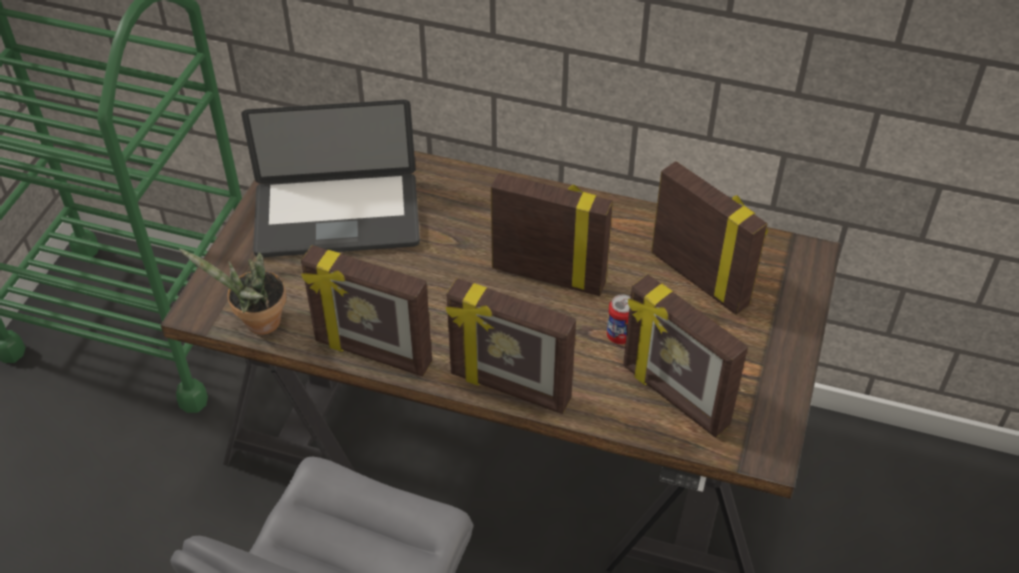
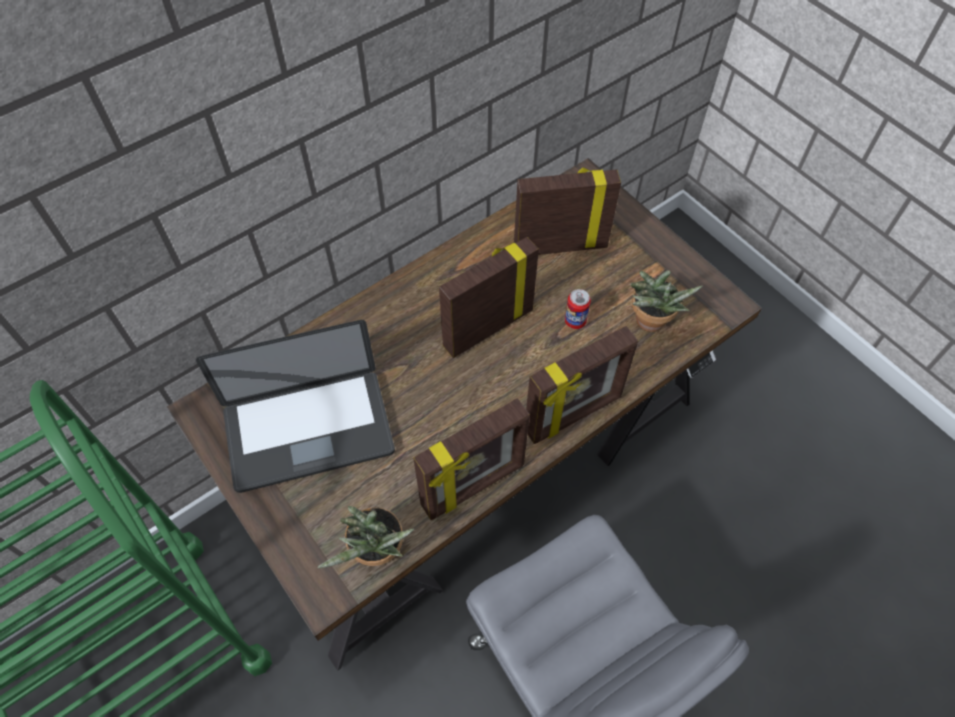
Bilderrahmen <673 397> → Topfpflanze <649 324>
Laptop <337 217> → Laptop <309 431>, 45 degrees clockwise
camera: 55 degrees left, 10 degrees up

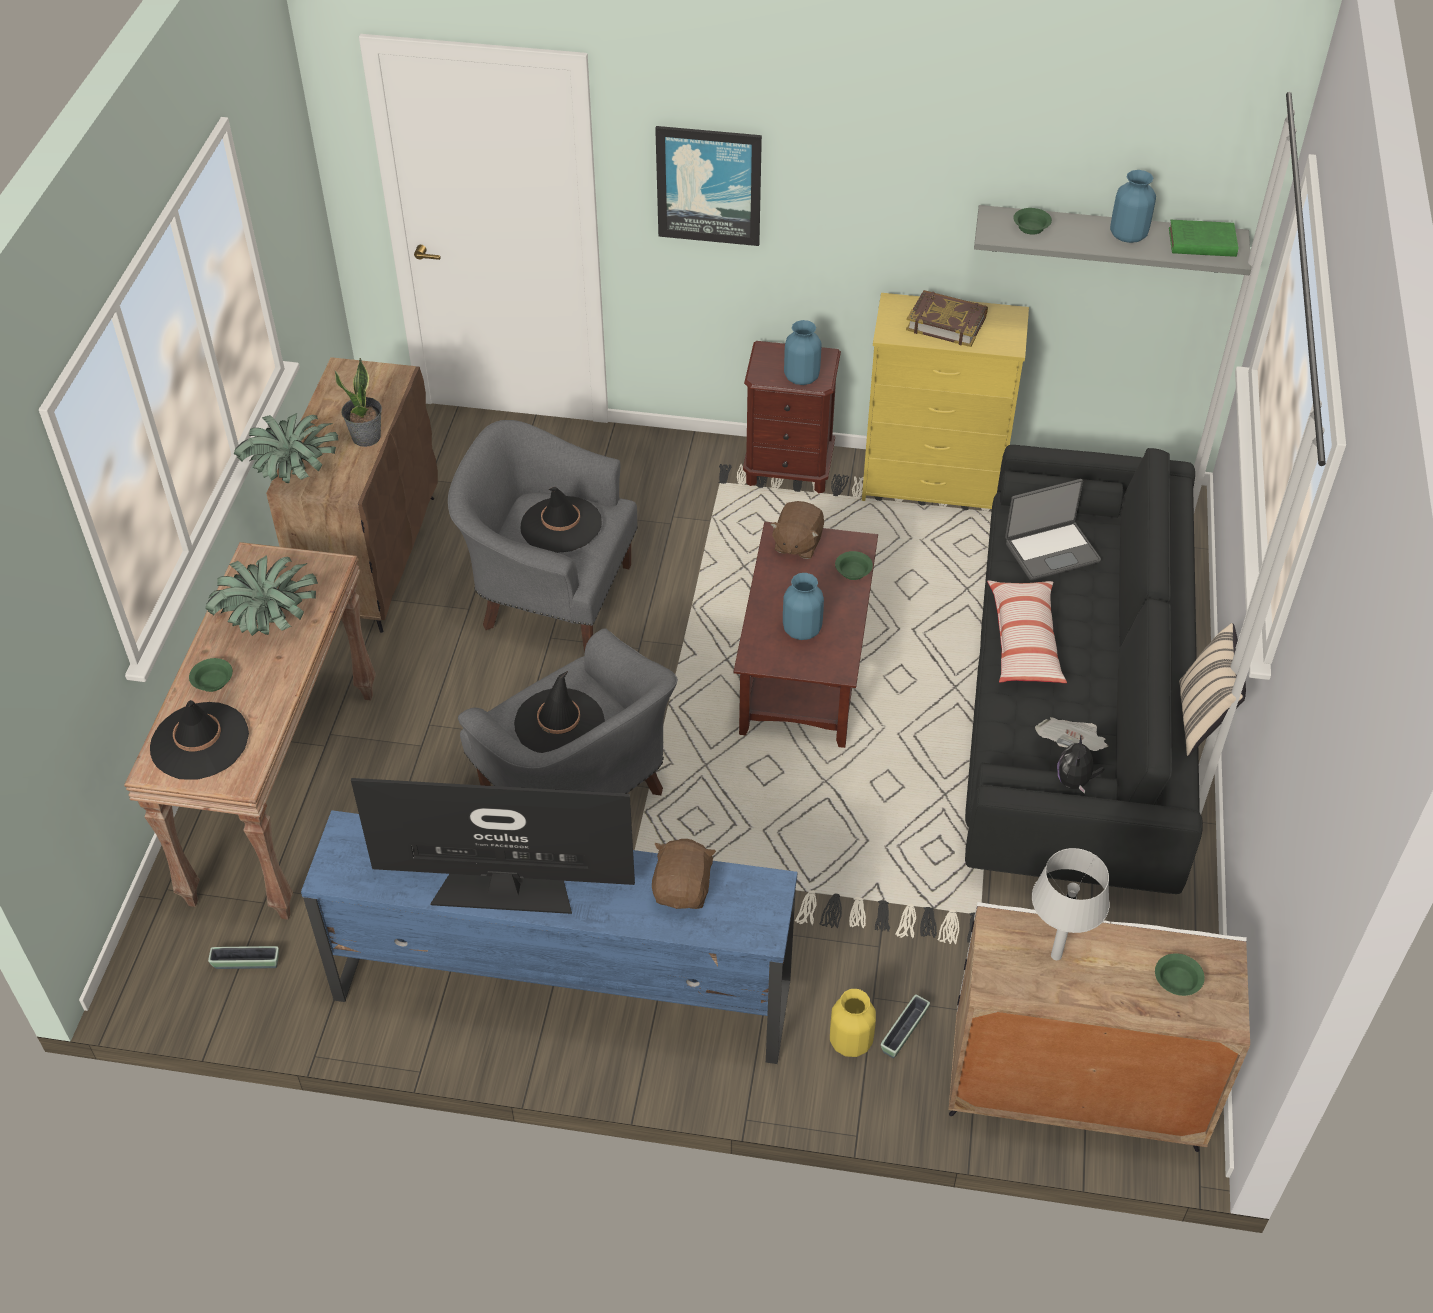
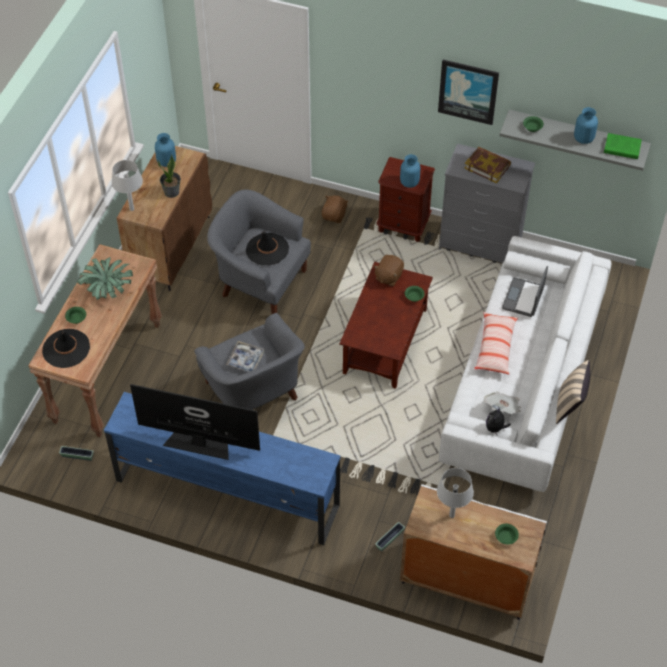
Vase [gelb] <850 1041> → -
Plüschtier [braun] <683 889> → Plüschtier [braun] <334 215>, relocated
Bild <709 185> → Bild <468 91>, relocated
Vase [blau] <802 629> → Vase [blau] <166 161>, relocated
Topfpflanze <293 474> → Tischlampe [grau] <131 209>
Hut [schwarz] <560 724> → Tablett <245 359>
Kommode [gelb] <933 485> → Kommode [grau] <480 245>
Sofa [schwarz] <1073 705> → Sofa [weiß] <522 382>
Laptop <1051 550> → Laptop <524 298>, 120 degrees clockwise
camera: 10 degrees right, 5 degrees up

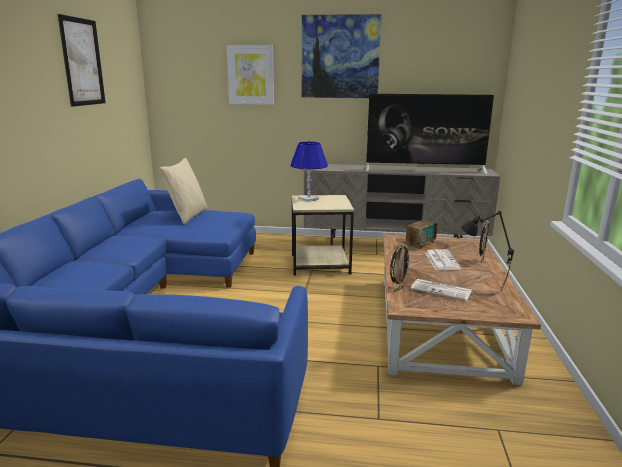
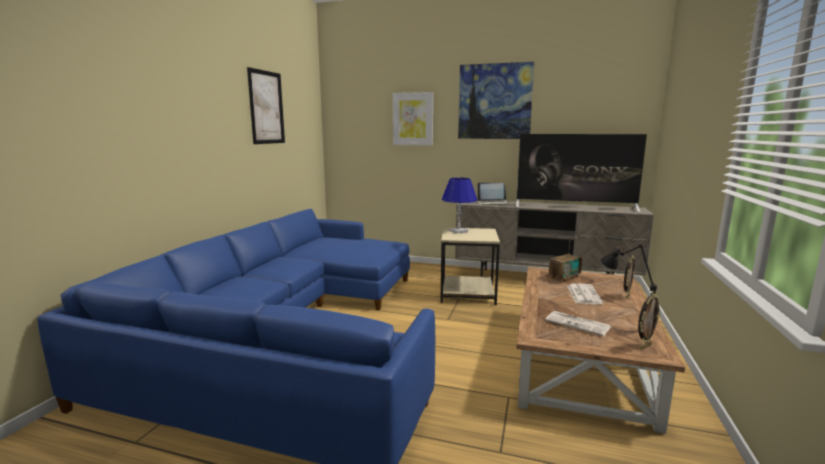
Kissen [beige] <187 215> → -
- → Laptop <492 203>
Bilderrahmen <398 289> → Bilderrahmen <644 346>, relocated
camera: 10 degrees right, 5 degrees down

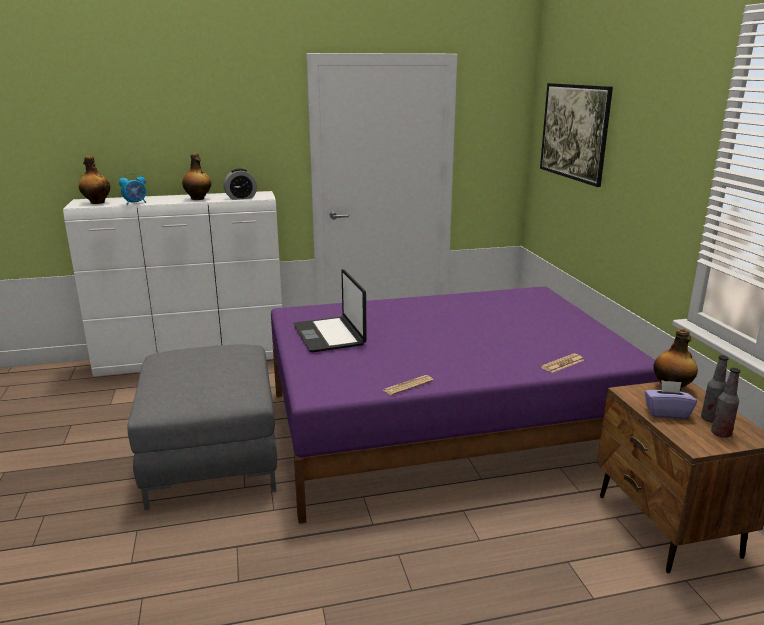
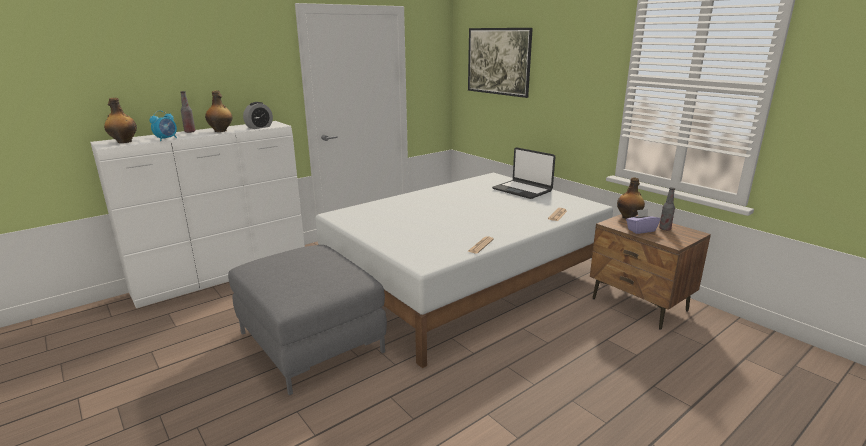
Laptop <330 335> → Laptop <522 190>, relocated
Flasche <721 434> → Flasche <190 132>, relocated
Bett [lila] <444 427> → Bett [weiß] <466 281>
camera: 25 degrees left, 0 degrees up

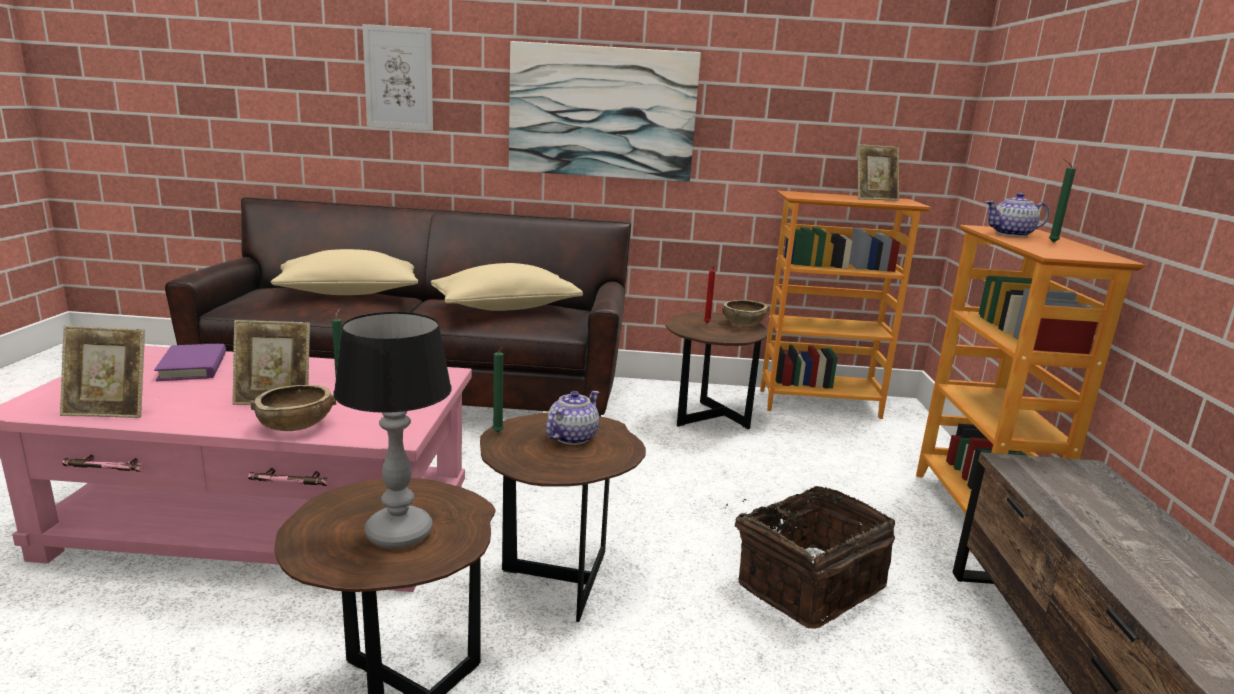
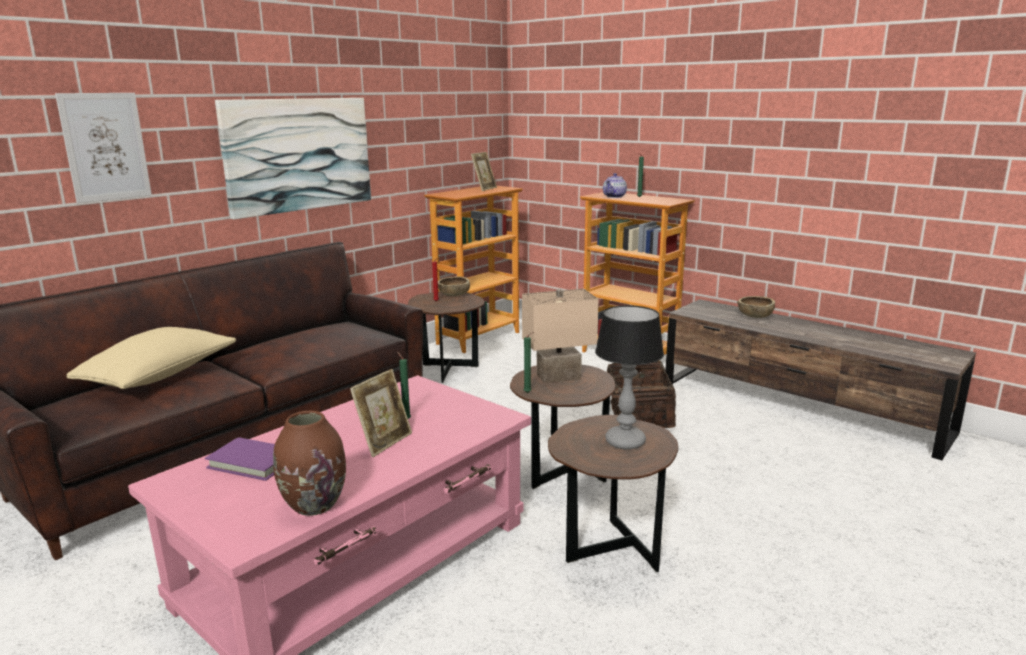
Kissen [beige] <506 308> → -
Schüssel [braun] <296 426> → Schüssel [braun] <755 316>, relocated
Bilderrahmen <109 411> → Vase [braun] <314 505>
Teekanne <571 437> → Tischlampe [beige] <558 377>
camera: 50 degrees left, 0 degrees up

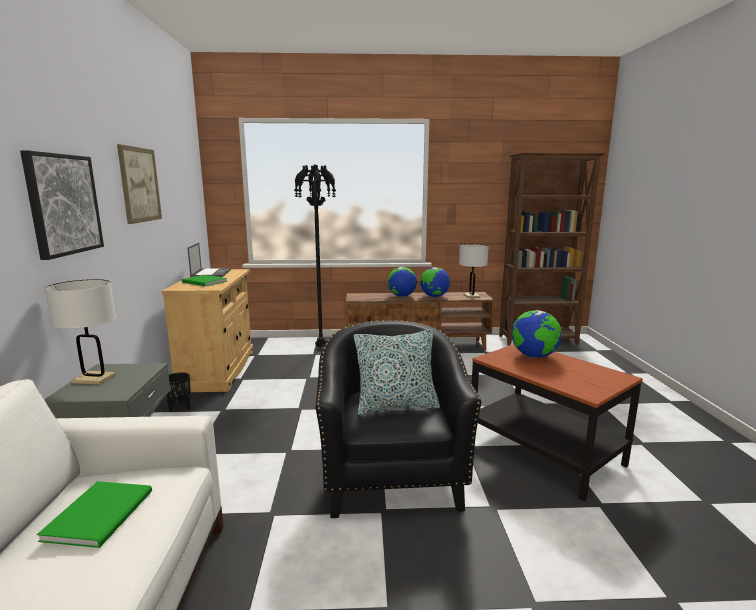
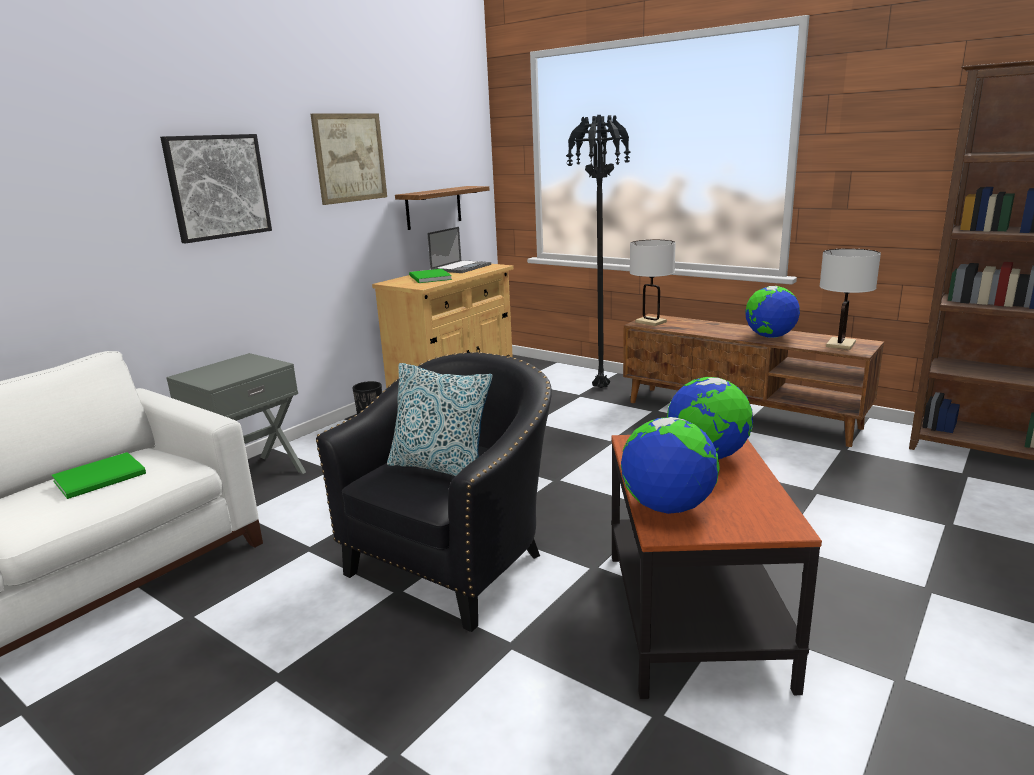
- → Wandregal <433 207>
Tischlampe [weiß] <94 379> → Tischlampe [weiß] <650 322>, relocated
Globus <401 296> → Globus <667 507>, relocated
camera: 40 degrees right, 5 degrees up

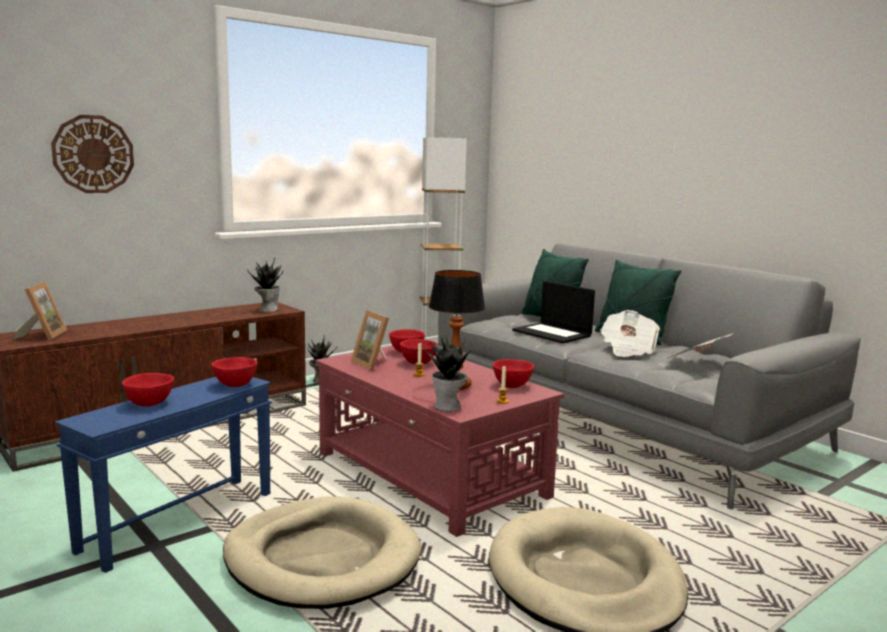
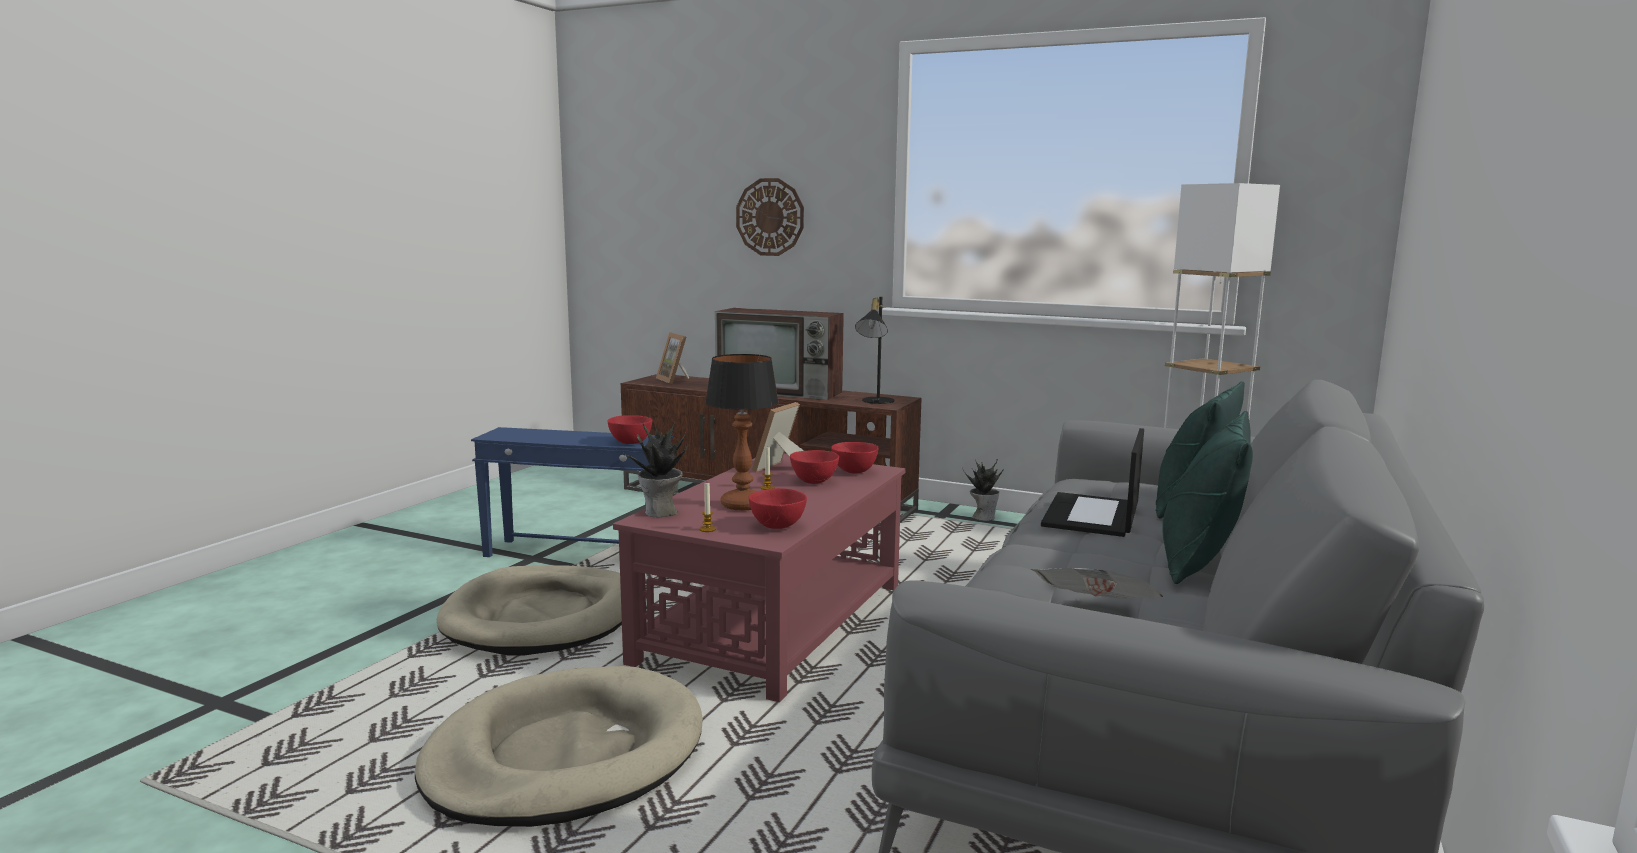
Schüssel [rot] <150 404> → -
Zeitung <628 349> → -
- → Fernseher <781 391>
Topfpflanze <267 310> → Tischlampe [schwarz] <874 401>
Bilderrahmen <43 335> → Bilderrahmen <675 380>, 90 degrees clockwise
camera: 65 degrees right, 0 degrees up

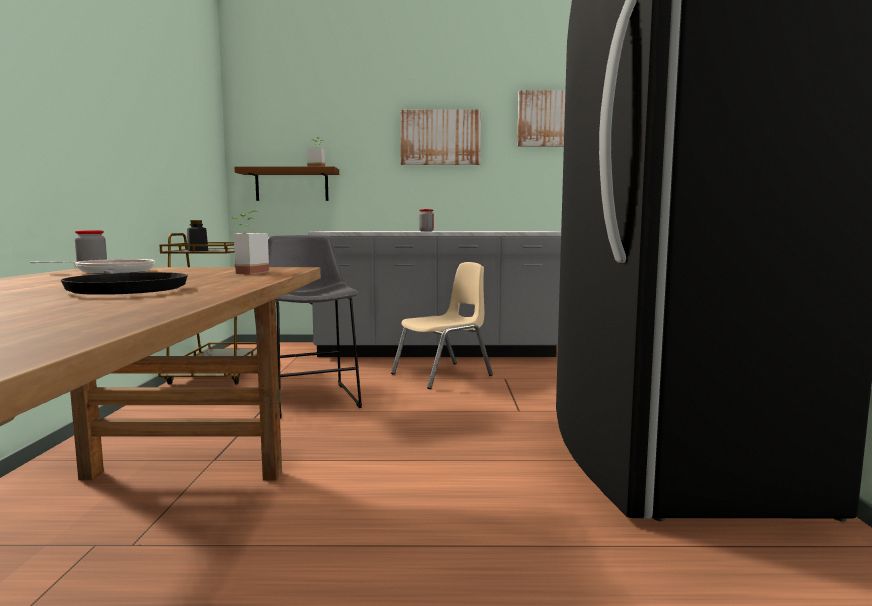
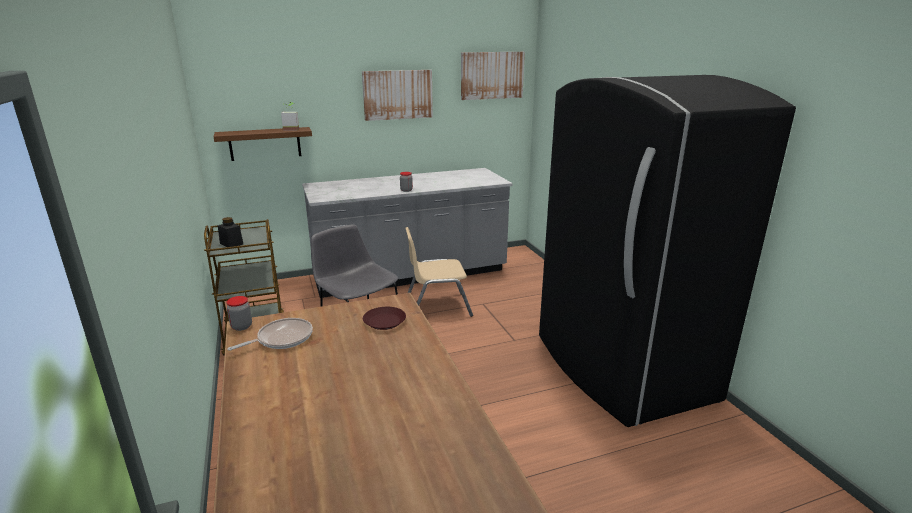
Pfanne [schwarz] <125 289> → -
Topfpflanze <246 272> → Teller [braun] <385 322>
Stuhl [beige] <443 375> → Stuhl [beige] <437 307>, 135 degrees counterclockwise
camera: 20 degrees left, 15 degrees up

